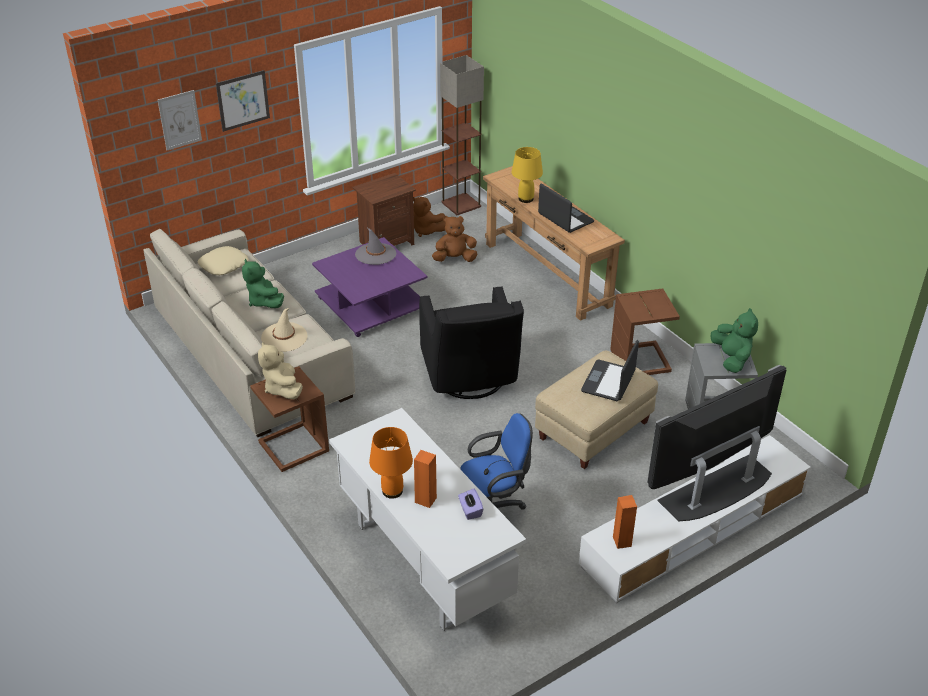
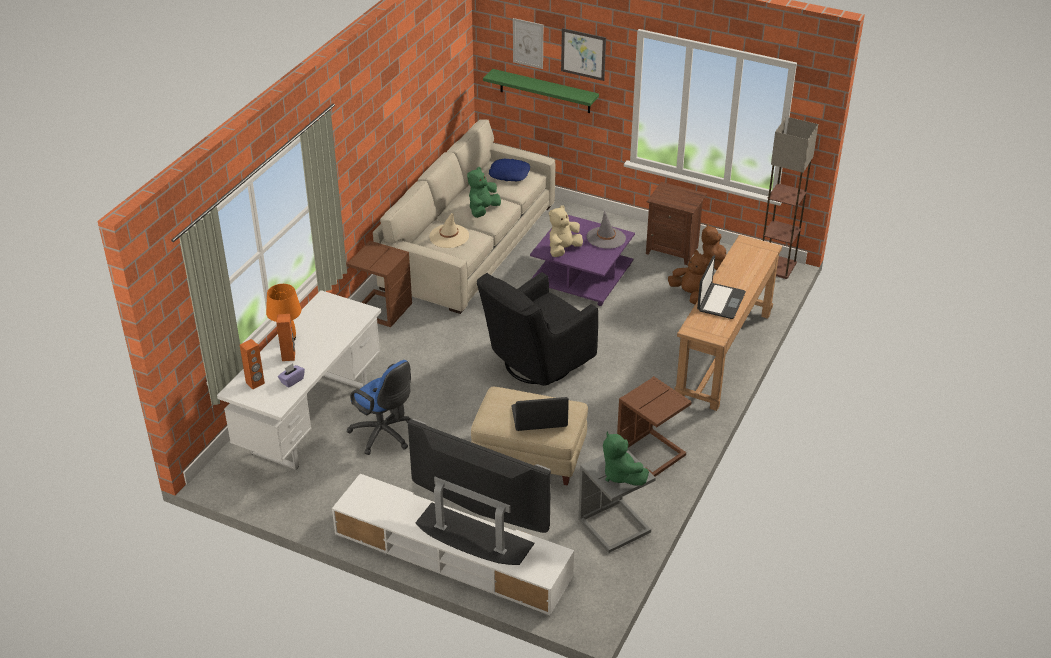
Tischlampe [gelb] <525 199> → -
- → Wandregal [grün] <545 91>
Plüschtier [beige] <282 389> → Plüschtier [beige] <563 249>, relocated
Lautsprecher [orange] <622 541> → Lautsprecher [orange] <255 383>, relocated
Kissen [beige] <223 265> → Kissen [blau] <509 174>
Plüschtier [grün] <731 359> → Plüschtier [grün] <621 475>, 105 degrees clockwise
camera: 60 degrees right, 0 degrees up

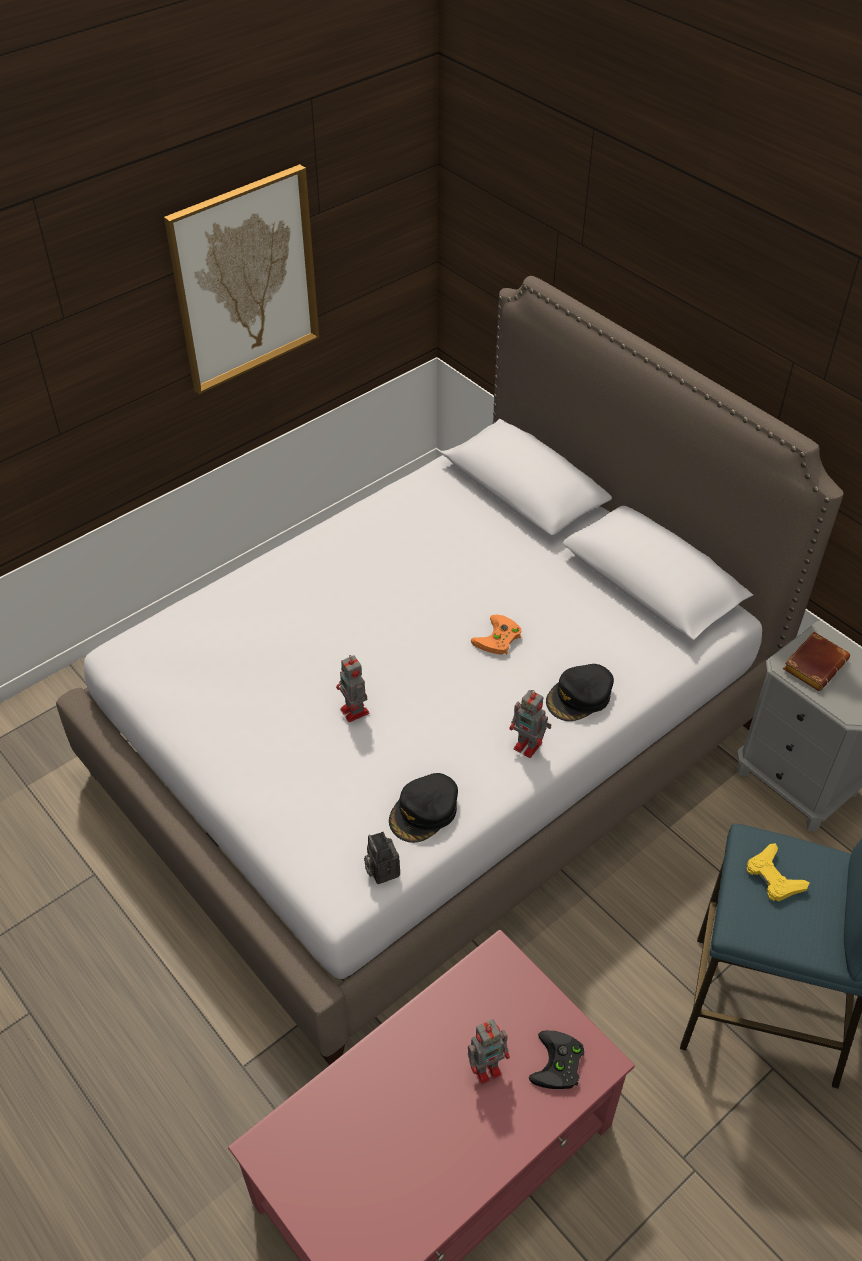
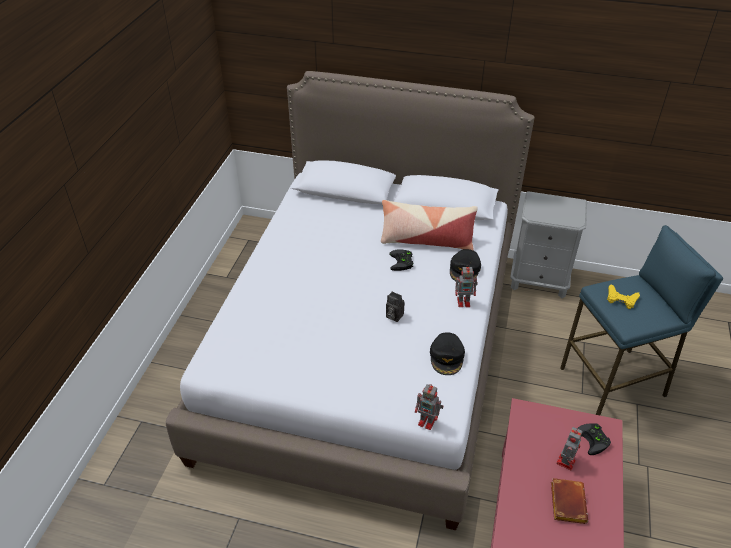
Bild <245 280> → -
- → Kissen <426 241>
Spielzeugroboter <355 712> → Spielzeugroboter <428 422>, relocated
Kamera <381 870> → Kamera <393 316>, relocated
Buch [braun] <814 663> → Buch [braun] <566 502>, relocated
Gamepad [orange] <498 639> → Gamepad [schwarz] <402 262>
camera: 35 degrees left, 5 degrees down

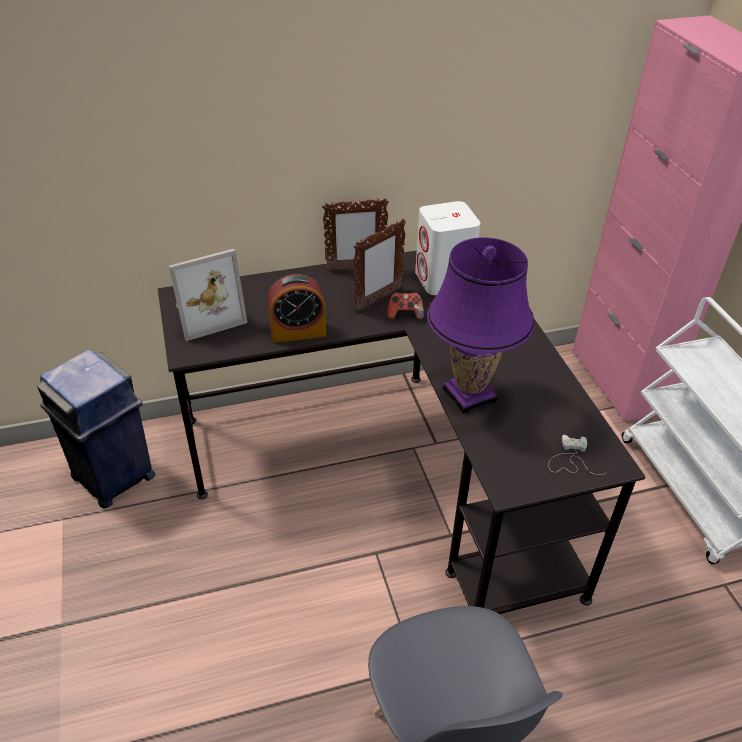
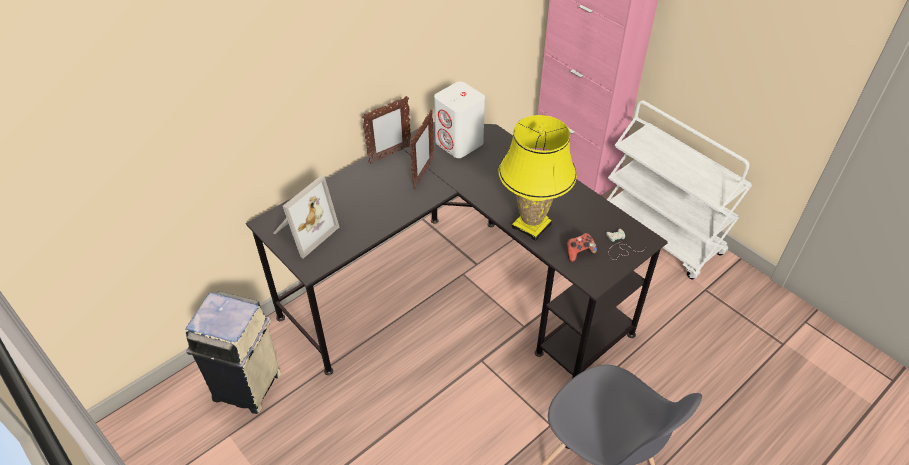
Wecker <298 332> → -
Gamepad <405 315> → Gamepad <579 252>, relocated
Mülleimer [blau] <114 477> → Mülleimer [beige] <248 386>
Tischlampe [lila] <469 395> → Tischlampe [gelb] <531 226>
camera: 25 degrees left, 5 degrees up

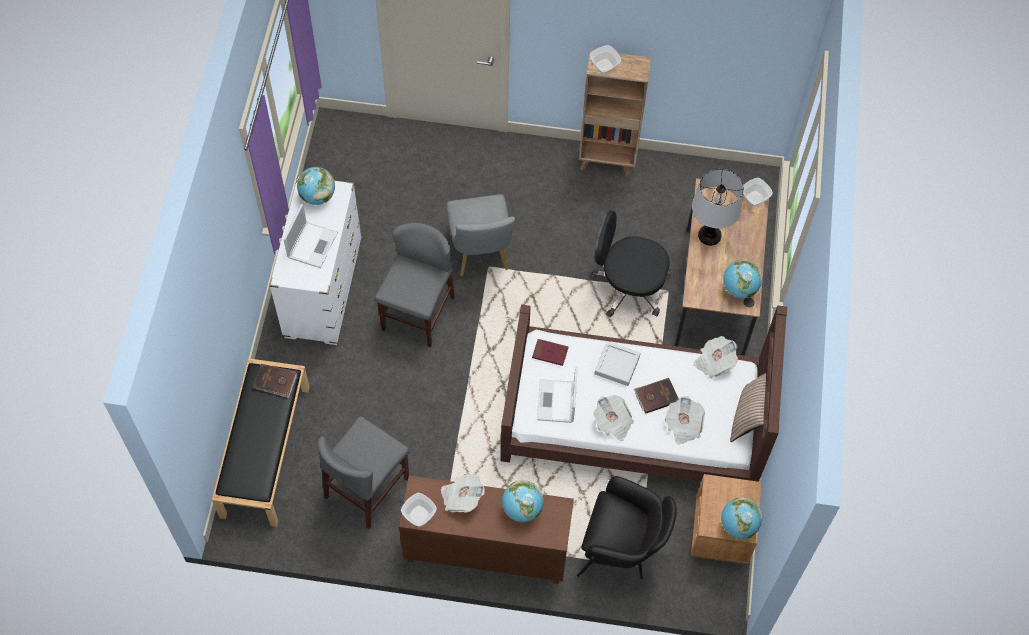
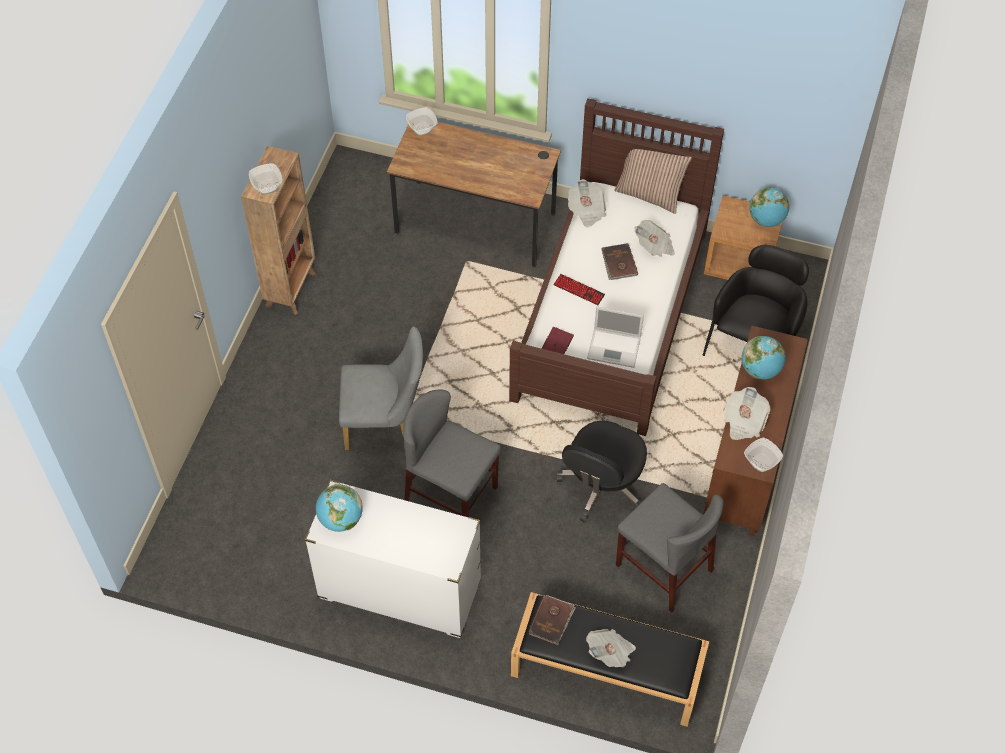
Laptop <312 244> → -
Tischlampe <710 235> → -
Globus <739 289> → -
Bürostuhl [schwarz] <628 287> → Bürostuhl [schwarz] <602 486>, relocated
Zeitung <613 423> → Zeitung <610 653>, relocated
Tablett [grau] <617 365> → Tastatur <579 290>
camera: 80 degrees left, 5 degrees down

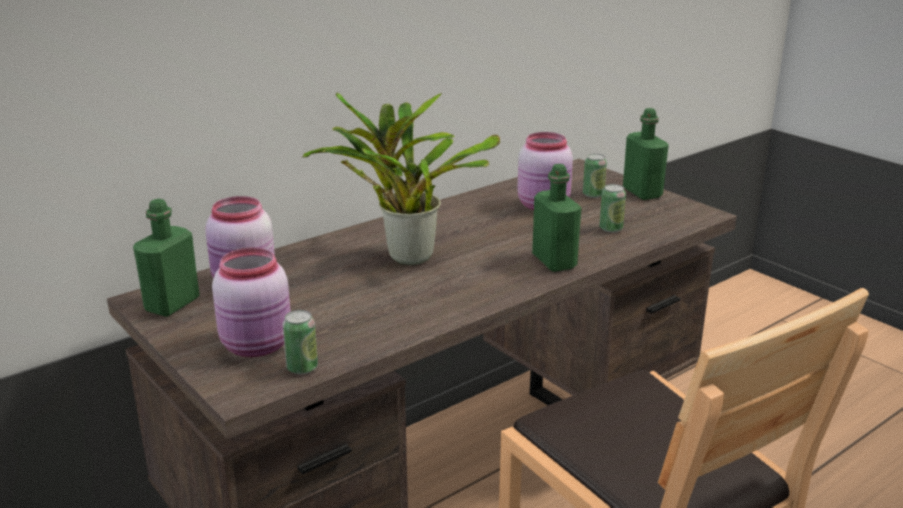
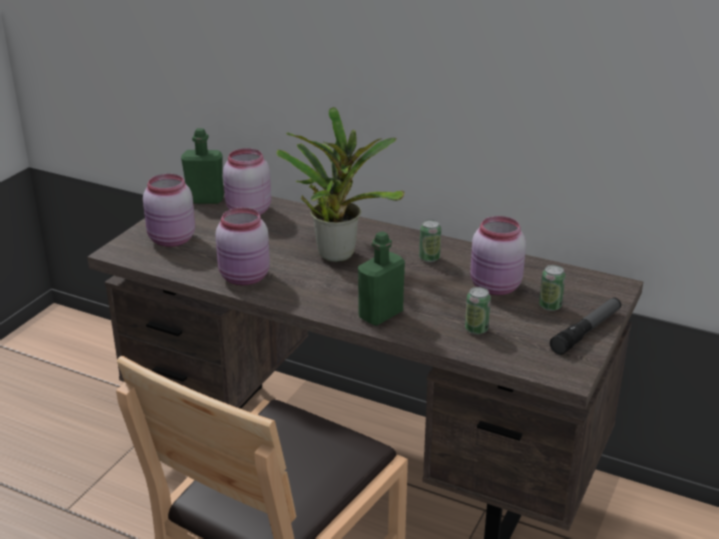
- → Vorratsglas [rosa] <245 278>
Dose <302 368> → Dose <429 258>, relocated
Flasche [grün] <642 193> → Taschenlampe <586 331>
camera: 65 degrees right, 5 degrees up

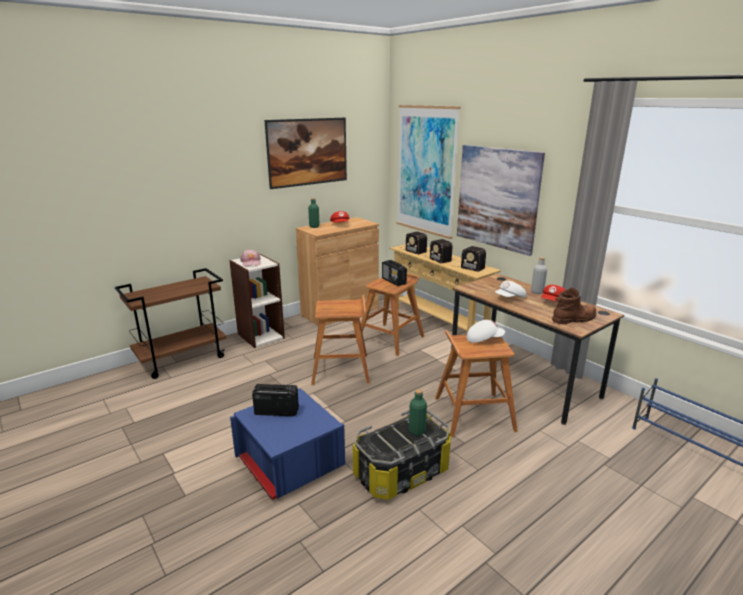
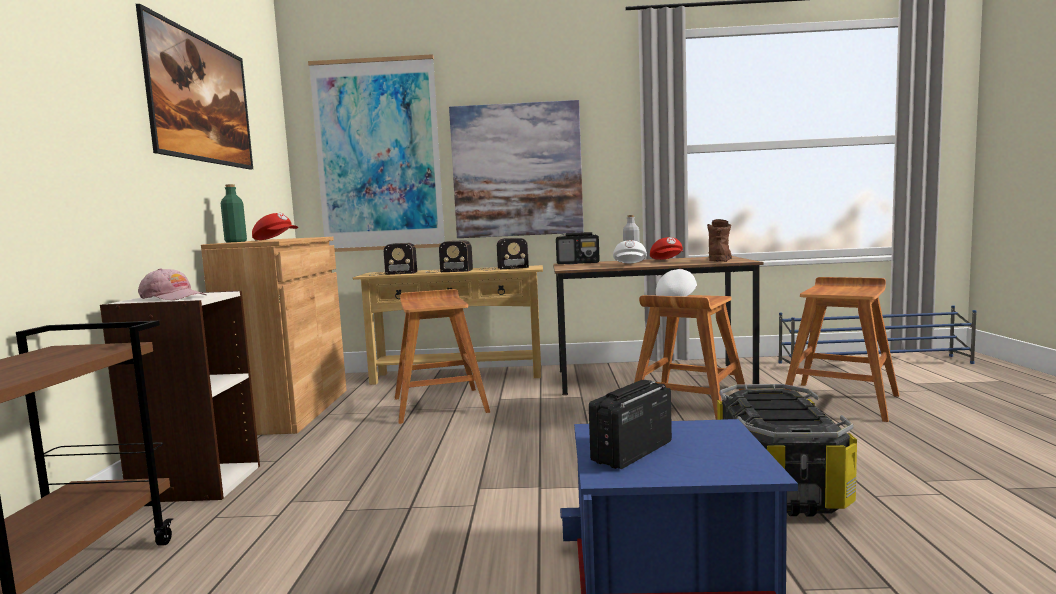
Flasche [grün] <417 431> → -
Hocker [braun] <341 369> → Hocker [braun] <841 400>, relocated
Radio <394 281> → Radio <578 263>, relocated
camera: 50 degrees left, 15 degrees down

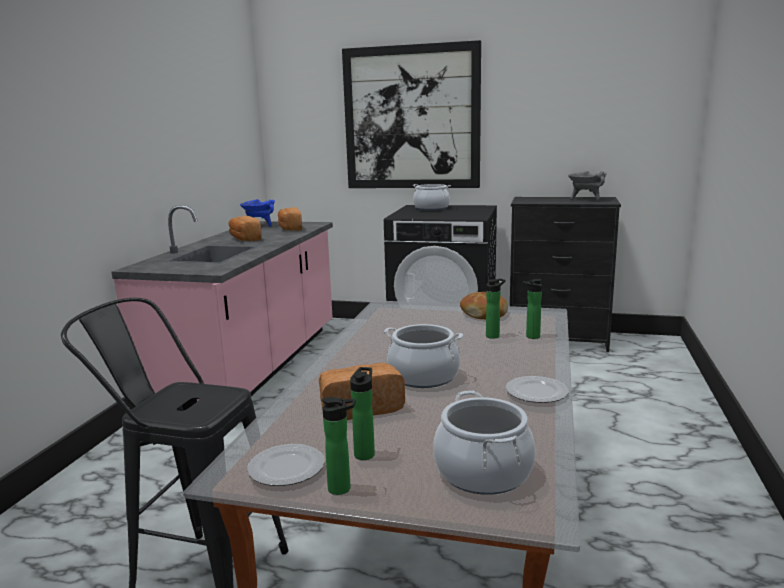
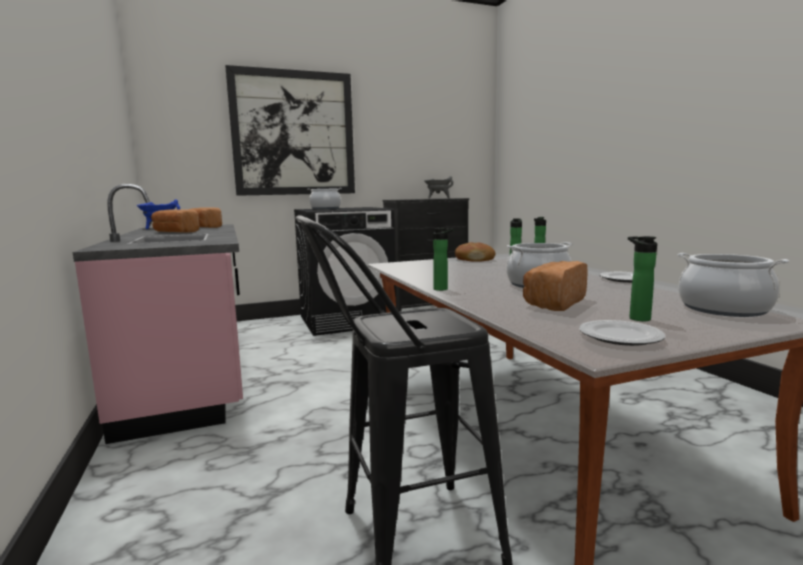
Flasche <343 489> → Flasche <442 289>, relocated
camera: 35 degrees left, 5 degrees down

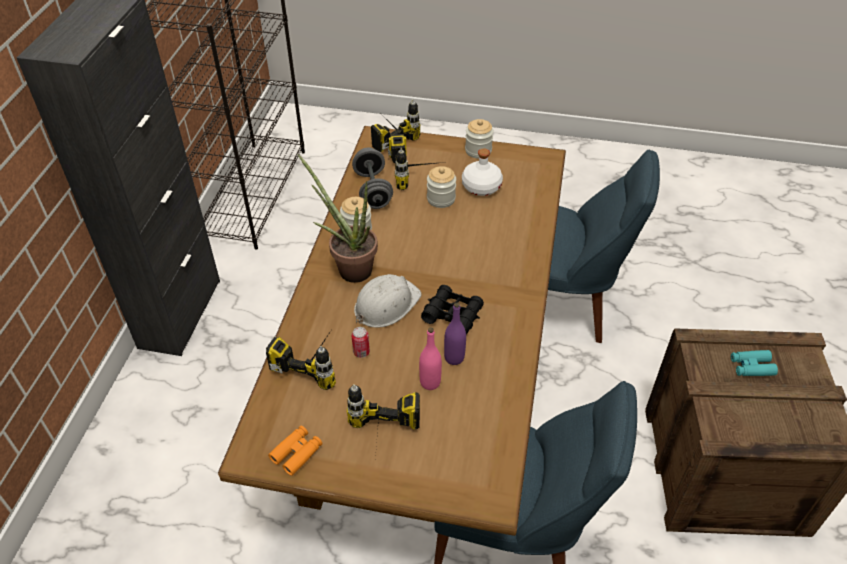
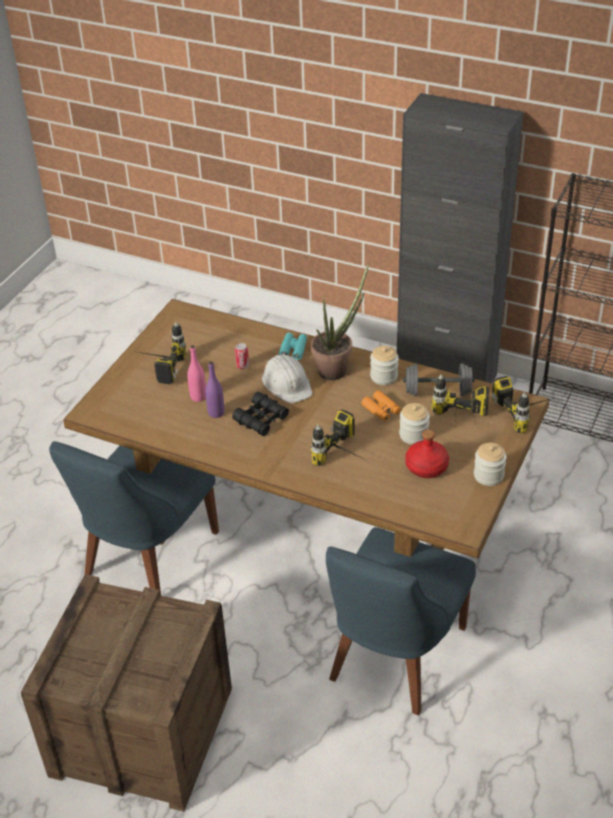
Bohrmaschine <316 359> → Bohrmaschine <347 458>, relocated
Fernglas [orange] <297 453> → Fernglas [orange] <381 410>, relocated
Fernglas [türkis] <751 367> → Fernglas [türkis] <293 349>, relocated
Flasche [weiß] <481 186> → Flasche [rot] <426 466>
camera: 105 degrees right, 5 degrees down

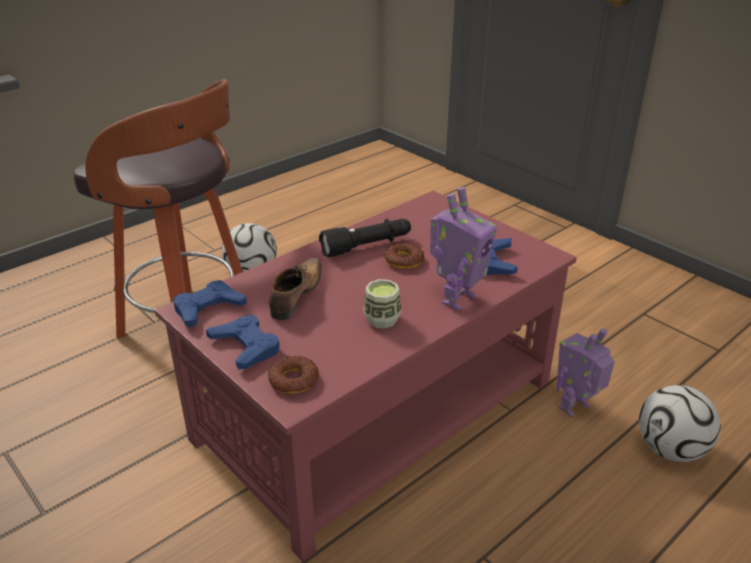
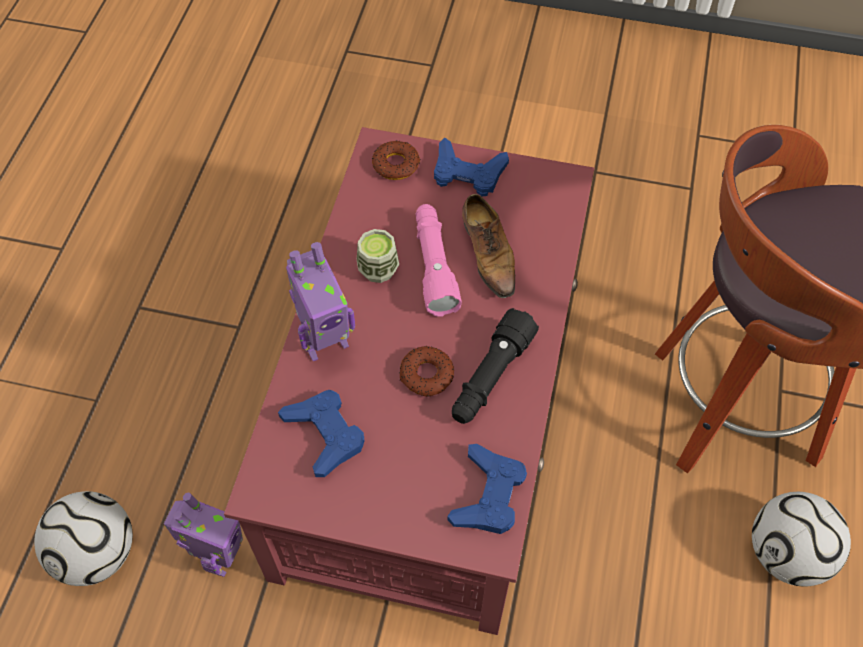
- → Taschenlampe [rosa] <434 266>
Gamepad [blau] <208 308> → Gamepad [blau] <488 494>, relocated
Spielzeugroboter <457 299> → Spielzeugroboter <325 342>, 120 degrees counterclockwise
camera: 145 degrees right, 25 degrees up

